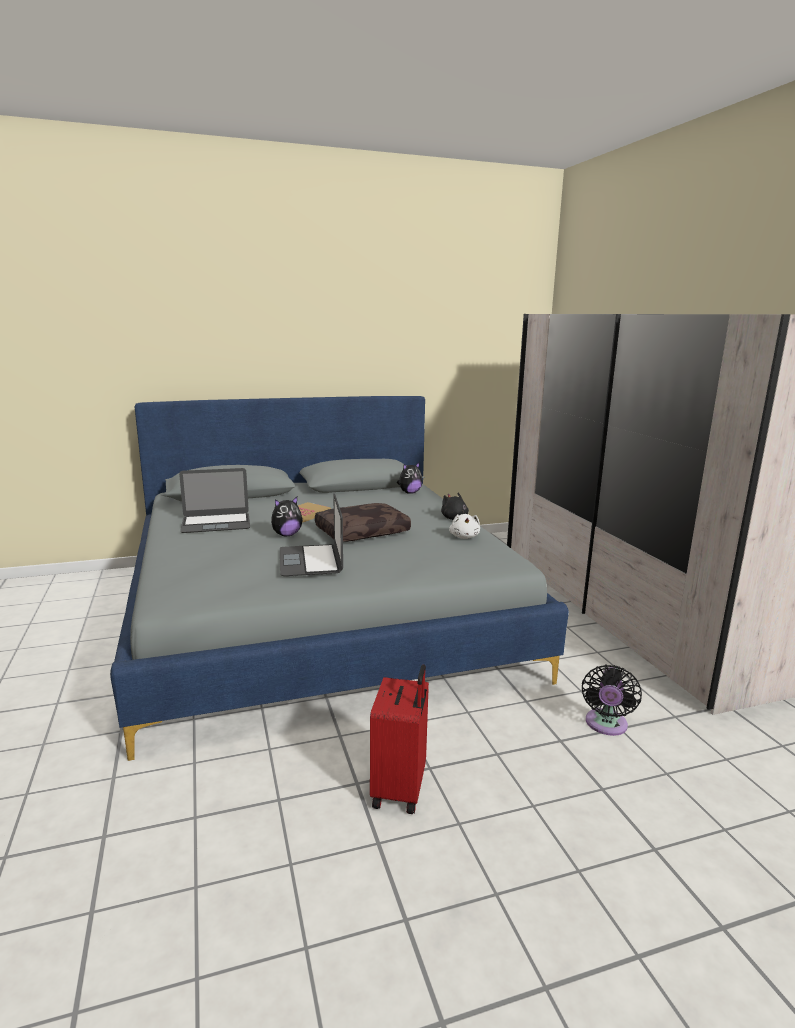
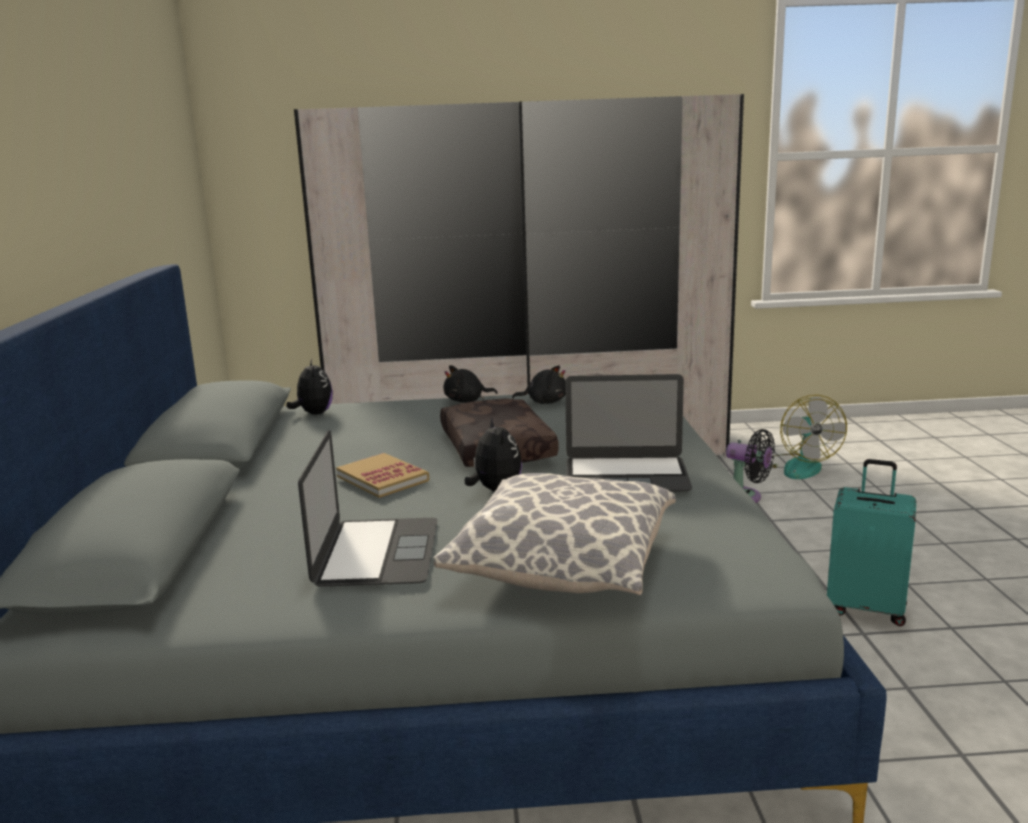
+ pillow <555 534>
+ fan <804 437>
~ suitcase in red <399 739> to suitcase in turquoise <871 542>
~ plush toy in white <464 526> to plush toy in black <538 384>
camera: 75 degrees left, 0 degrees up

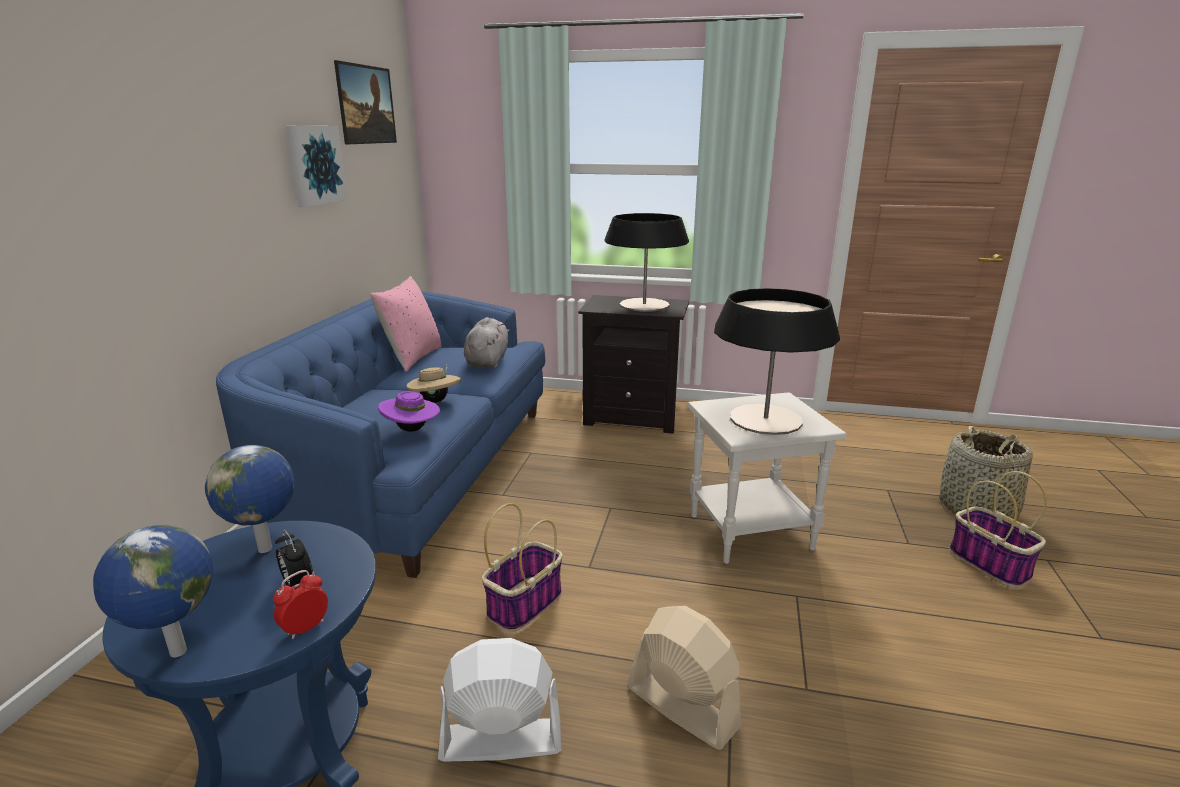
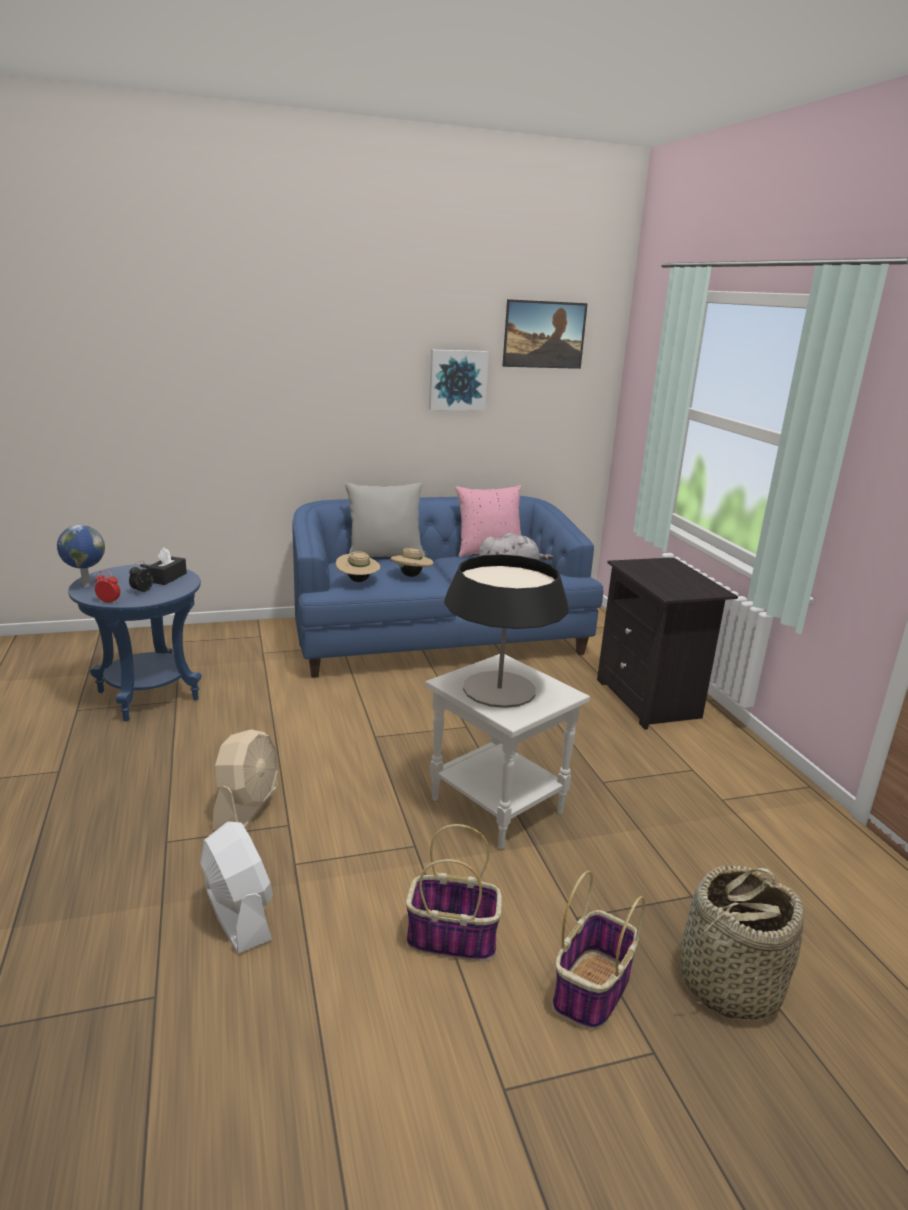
- table lamp <647 262>
+ pillow in grey <385 520>
~ fan in white <499 700> to <236 887>
~ basket <522 567> to <454 892>
~ globe <250 499> to tissue box in black <168 566>
~ hat in purple <409 411> to hat in beige <358 566>
camera: 60 degrees right, 0 degrees up

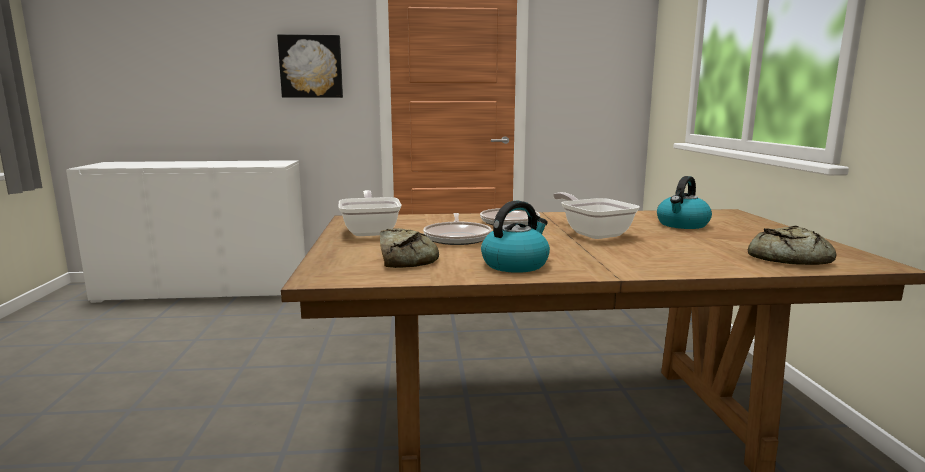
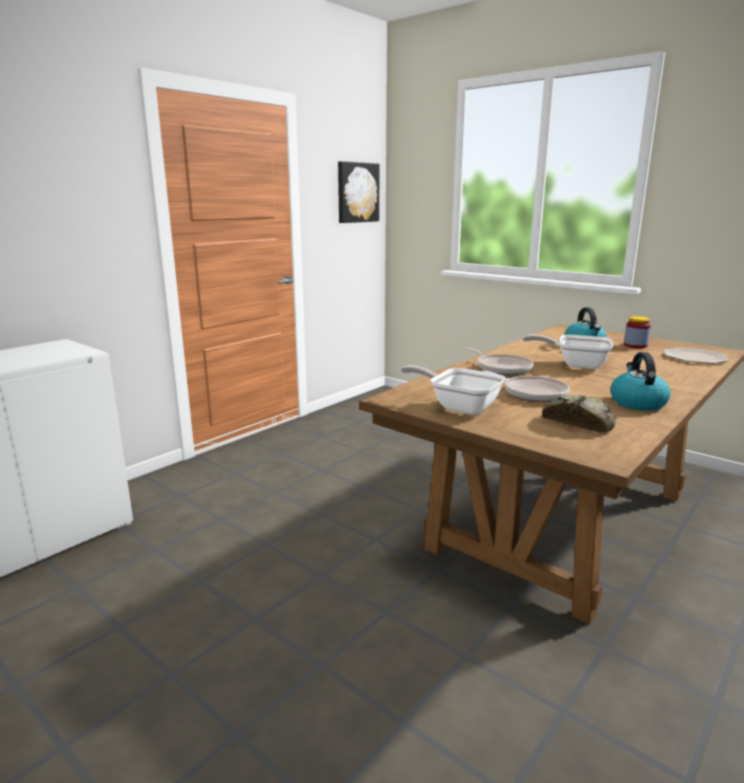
+ jar <637 332>
~ picture <310 66> to <358 192>
~ bread <792 245> to plate <696 355>
camera: 45 degrees left, 5 degrees up

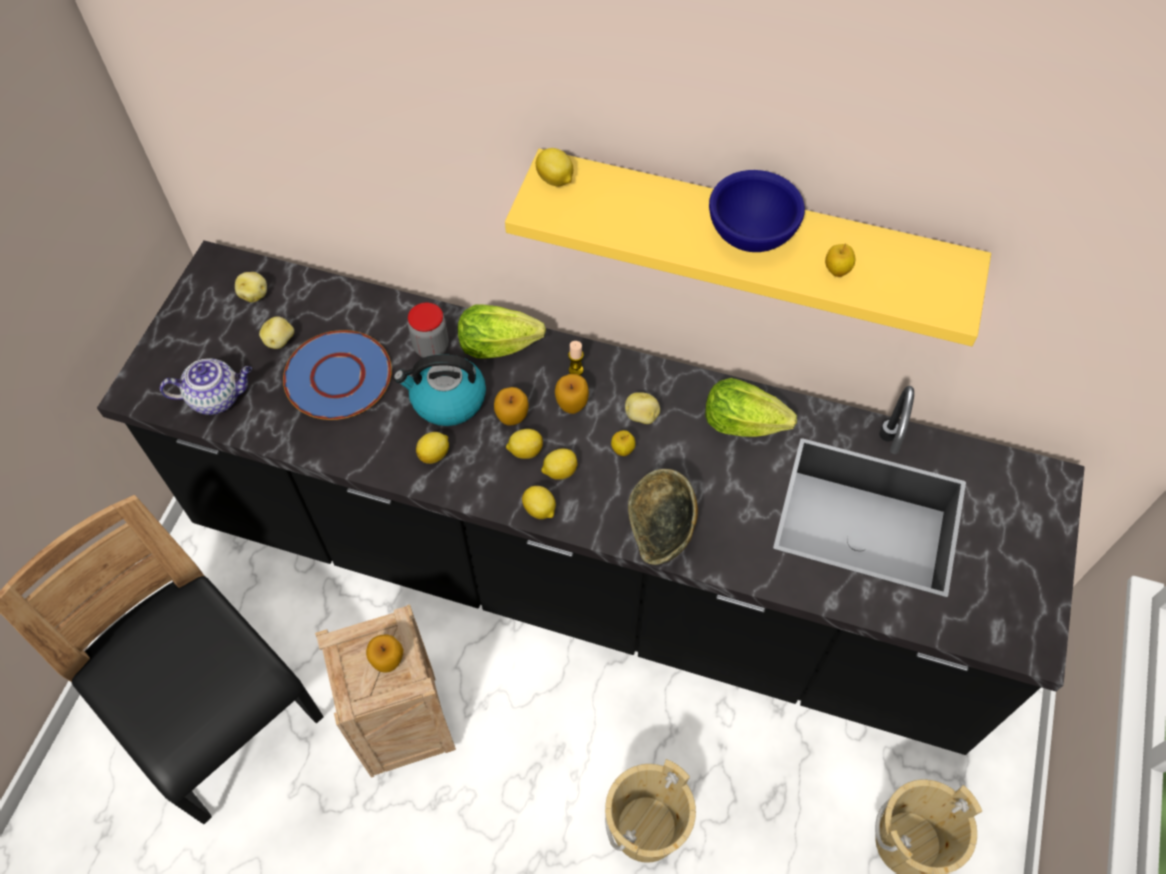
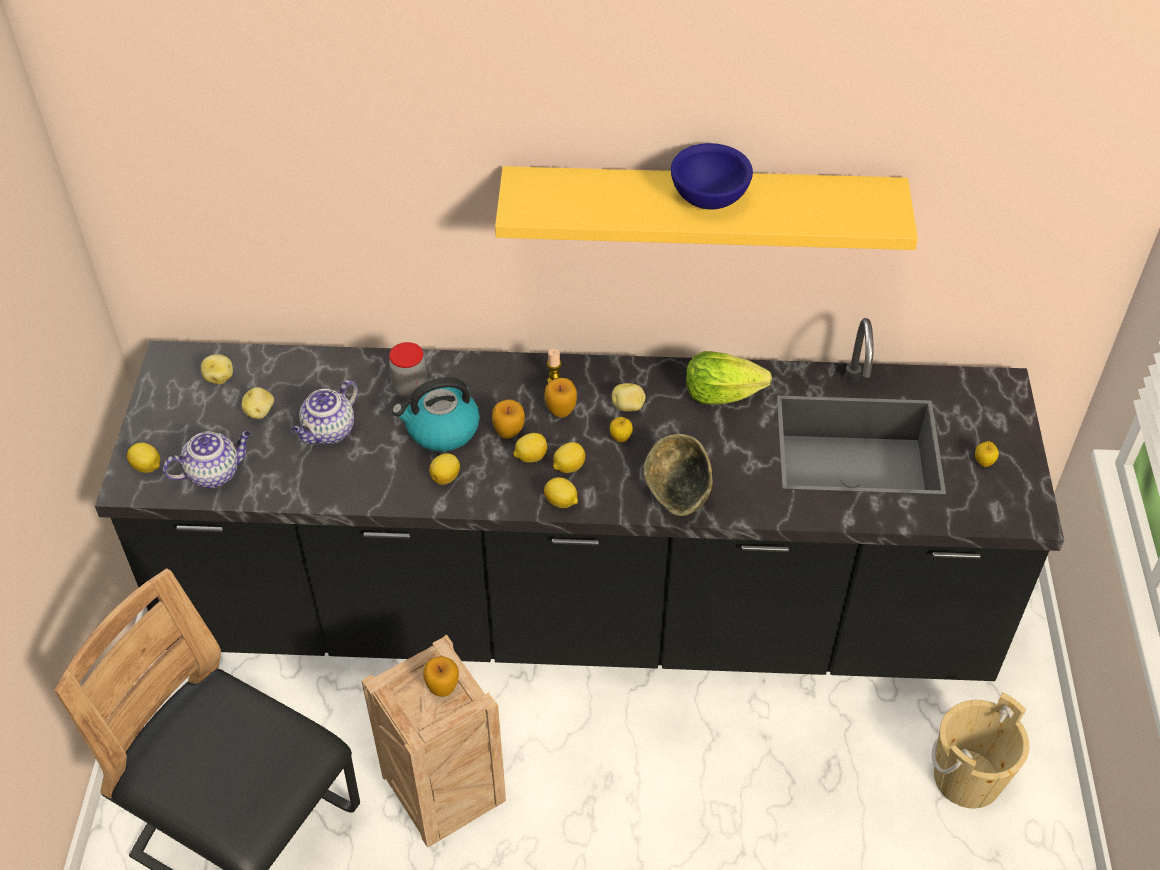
- lettuce <502 332>
- bucket in beige <650 811>
~ lemon <554 167> to <143 458>
~ apple <840 260> to <987 454>
~ plate in blue <337 375> to teapot <324 412>
camera: 15 degrees left, 10 degrees down

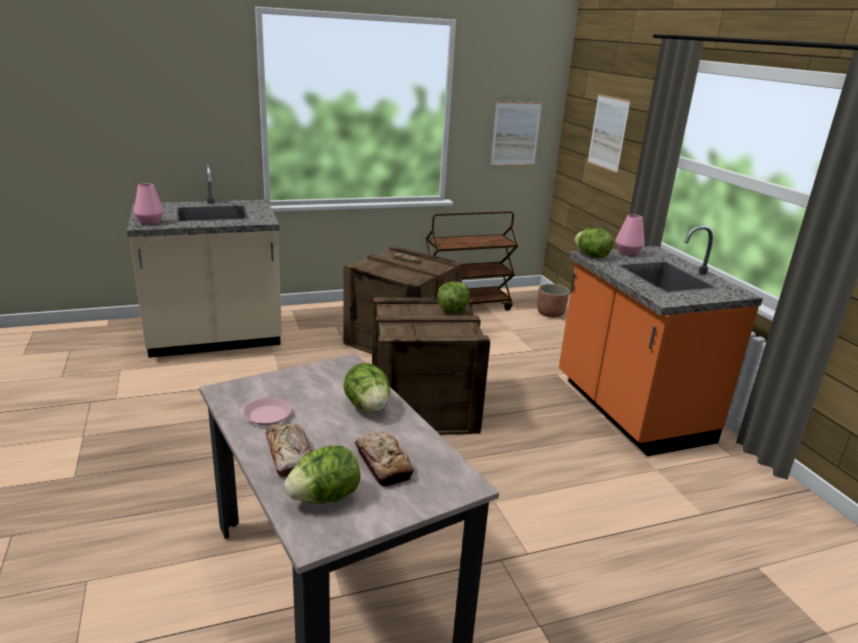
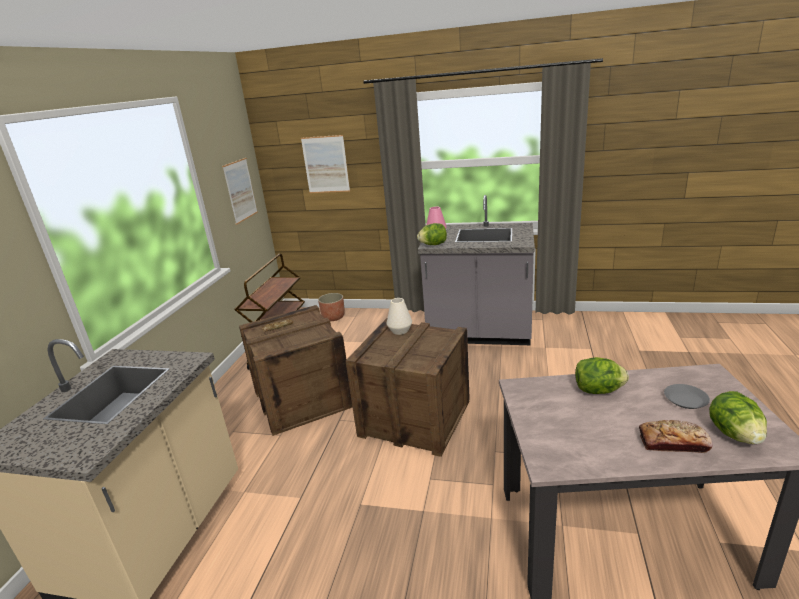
- vase in pink <149 204>
- plate in pink <267 411>
~ bread <384 458> to plate in grey <687 396>
~ lettuce <453 297> to vase in white <399 316>
~ counter in orange <661 340> to counter in grey <476 270>
camera: 55 degrees left, 0 degrees up

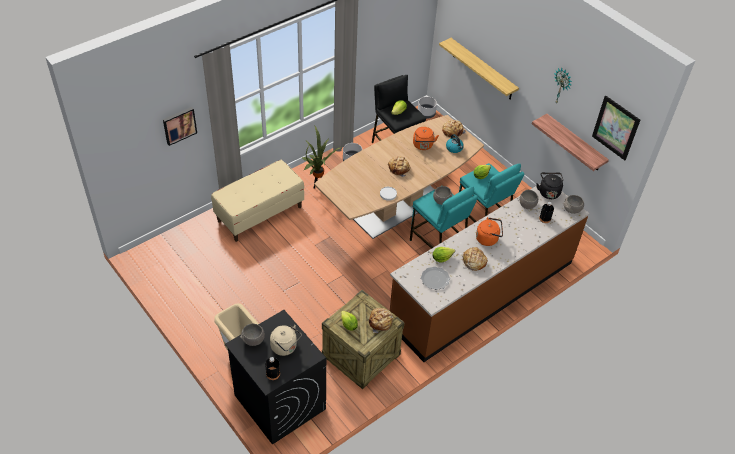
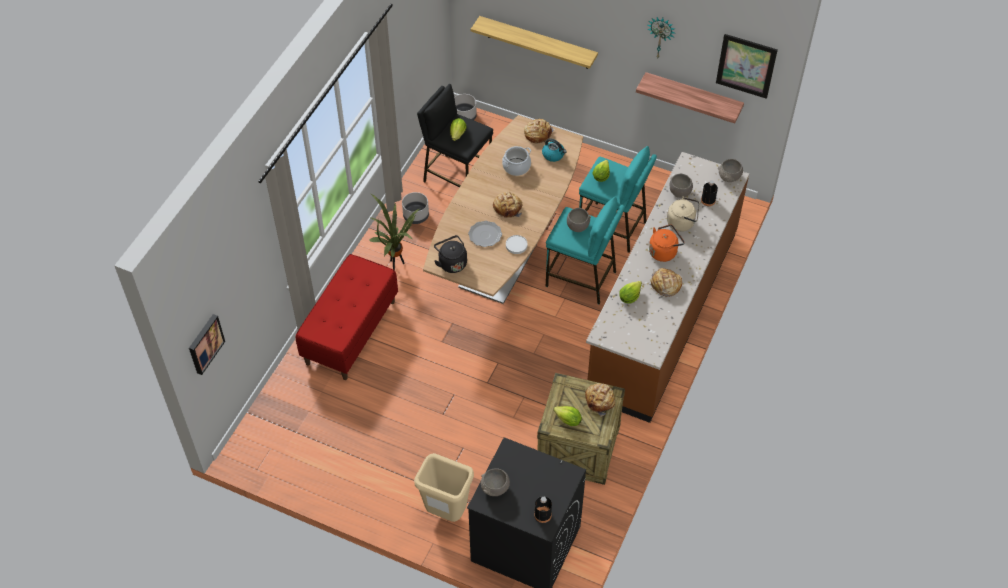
~ picture <180 126> to <207 344>
~ kettle in beige <286 340> to <683 214>
~ plate <435 278> to <485 234>
~ kettle in black <549 185> to <450 254>
~ kettle in orange <426 138> to cooking pot <516 161>
~ bench in beige <257 201> to bench in red <347 317>
camera: 25 degrees left, 5 degrees up

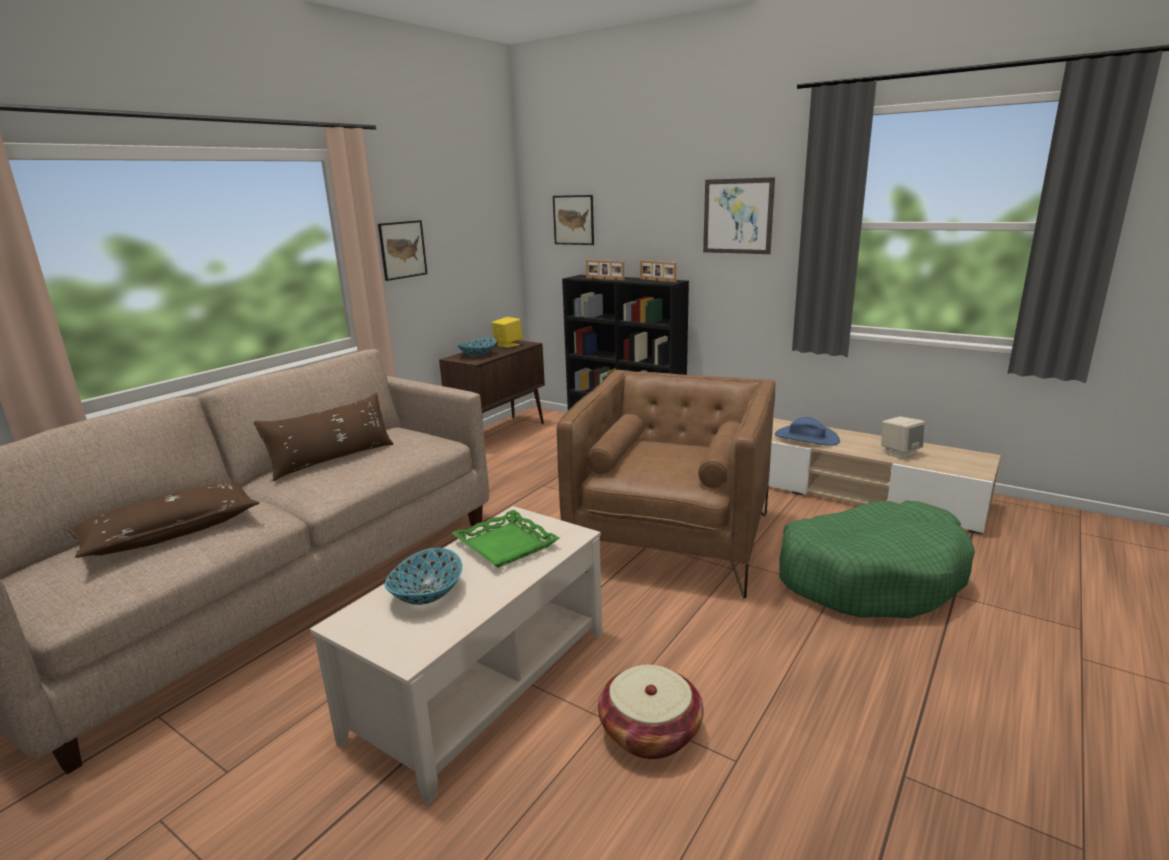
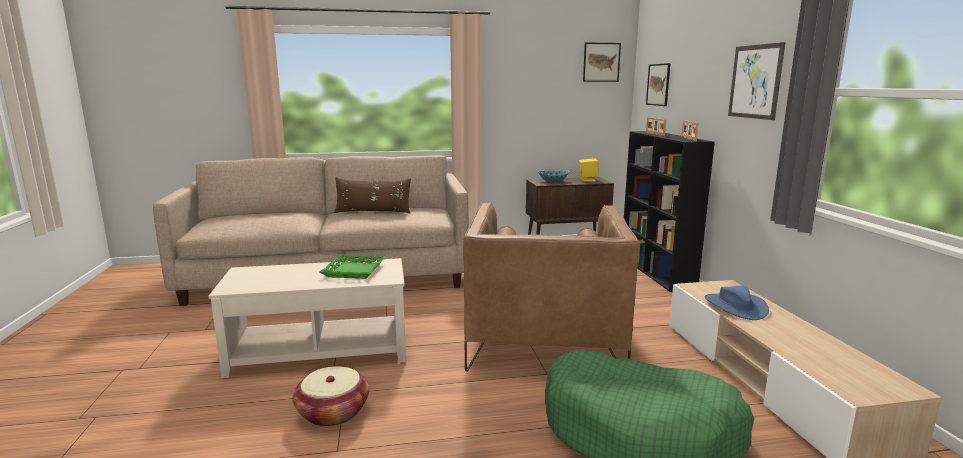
- pillow in brown <164 520>
- bowl <423 576>
- speaker in beige <903 437>
~ picture <402 250> to <602 62>
~ armchair in brown <666 484> = <551 287> 120 degrees clockwise
camera: 45 degrees right, 5 degrees down

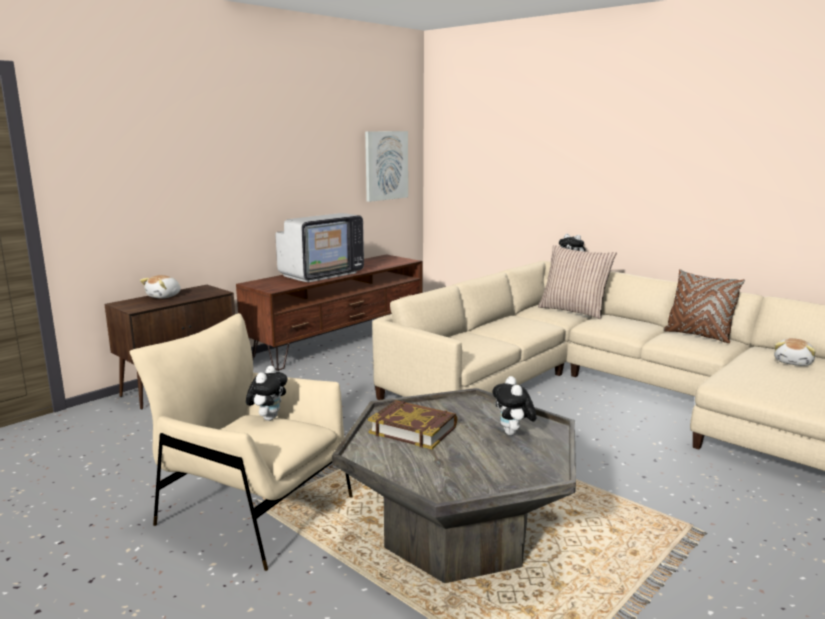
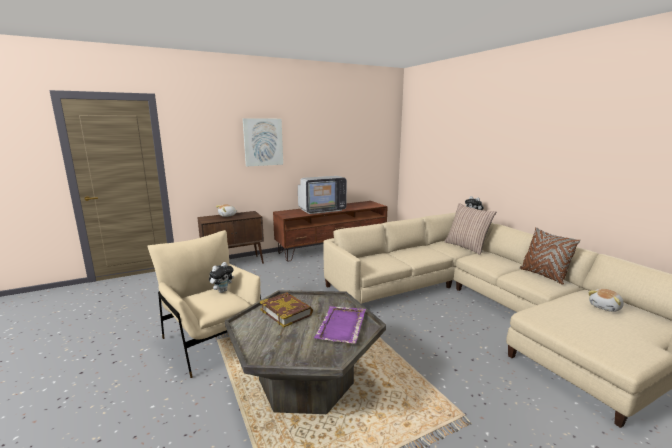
~ picture <386 166> to <263 142>
~ plush toy <514 405> to tray in purple <340 324>
camera: 20 degrees right, 0 degrees up

